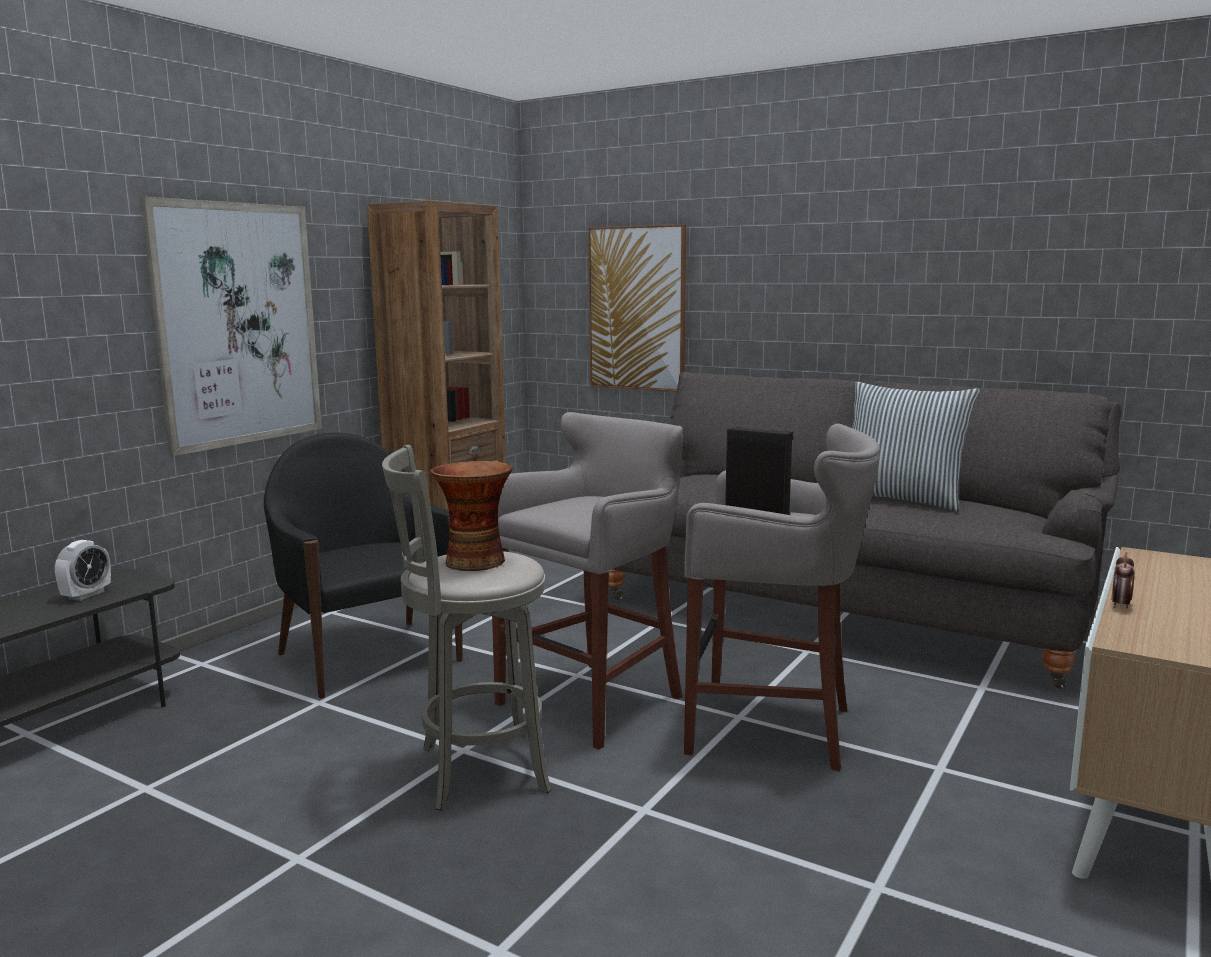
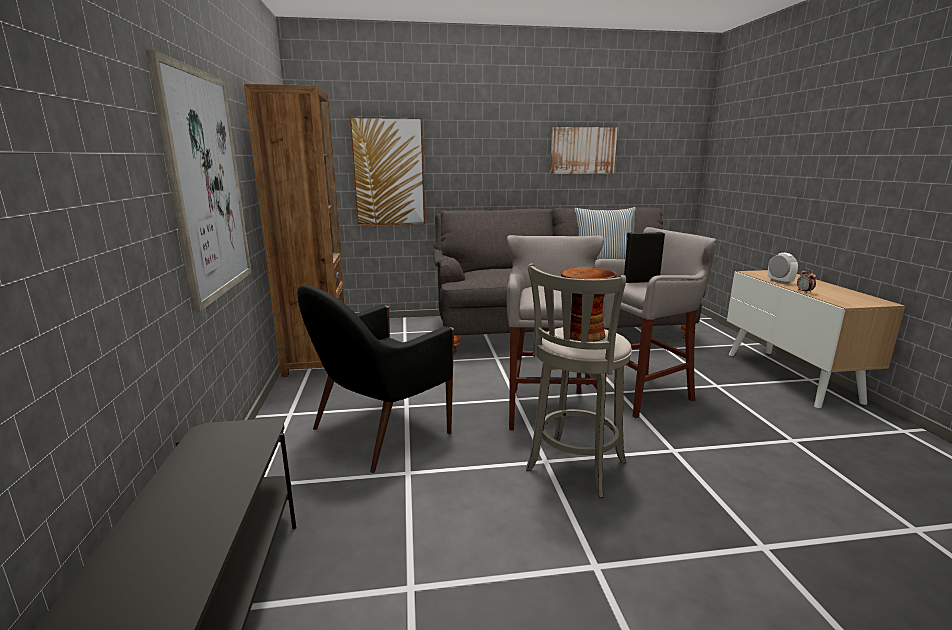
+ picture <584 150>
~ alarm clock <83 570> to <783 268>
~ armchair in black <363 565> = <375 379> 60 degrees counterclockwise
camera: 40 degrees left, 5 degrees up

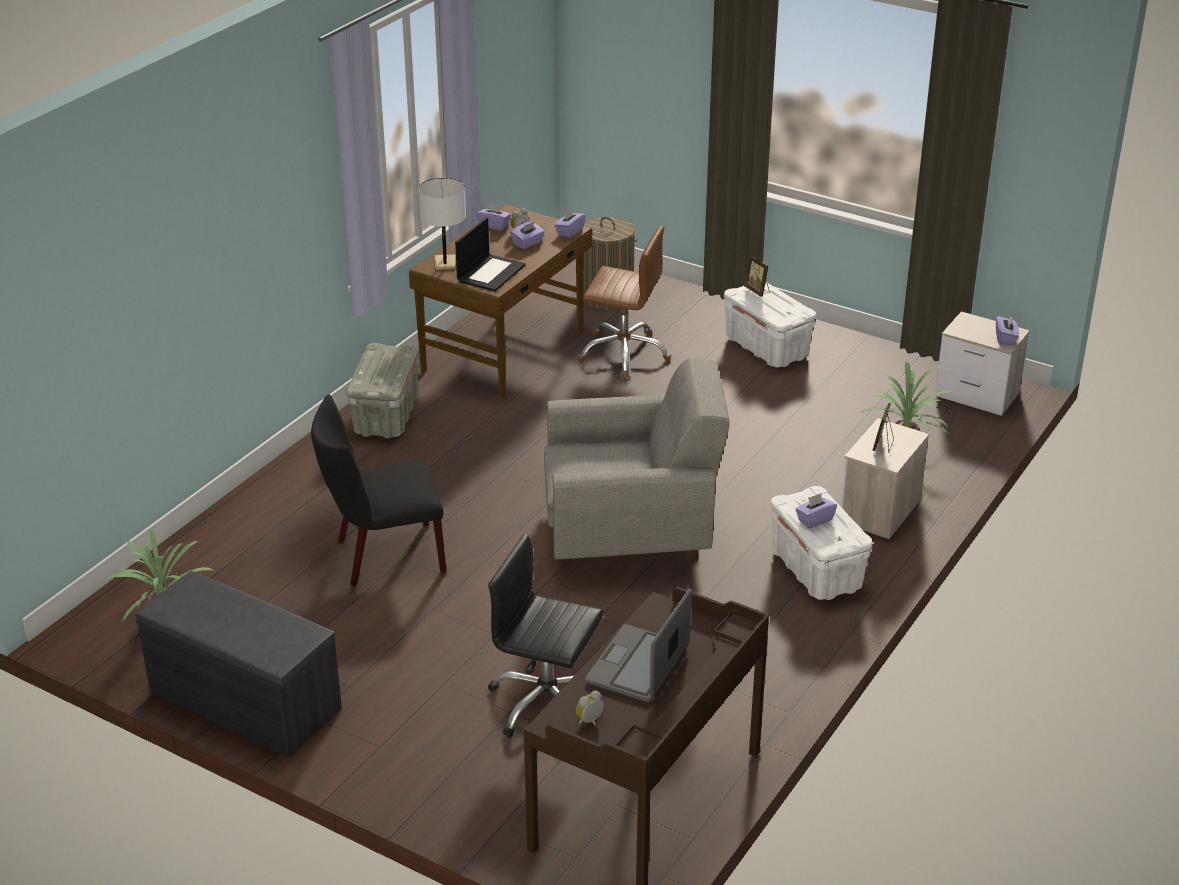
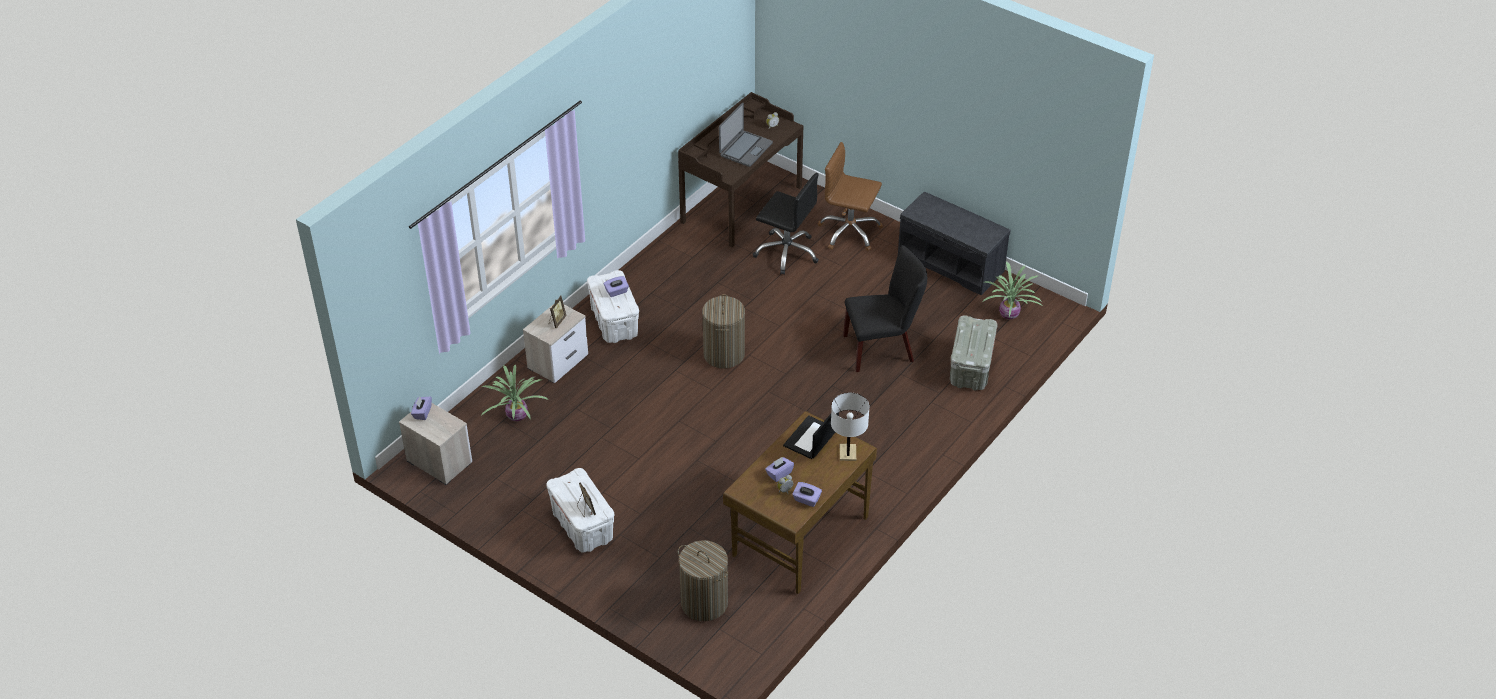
- tissue box in purple <570 223>
~ storage box in grey <383 390> to <973 353>
~ office chair in brown <624 301> to <850 196>
~ armchair in grey <636 462> to laundry basket <723 331>
camera: 175 degrees left, 10 degrees up

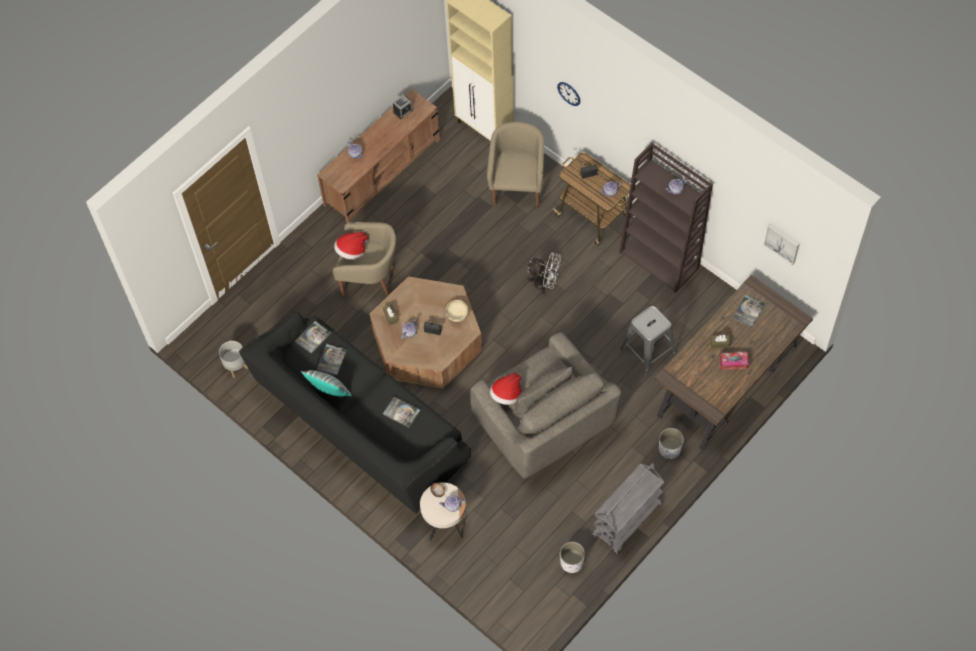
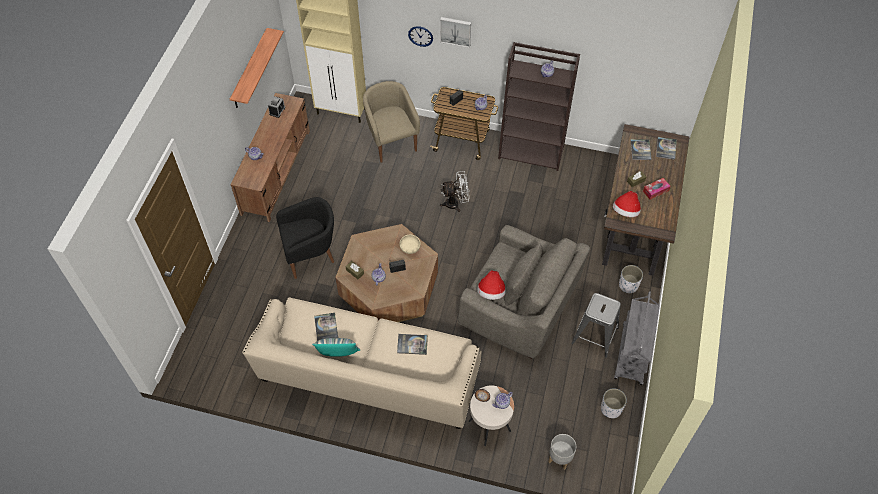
+ shelf <257 68>
~ planter in grey <233 359> to <562 452>
~ book <313 337> to <666 148>
~ hat <351 245> to <627 204>
~ stool in grey <648 341> to <596 325>
~ picture <782 244> to <455 32>
~ sofa in black <355 412> to sofa in beige <362 363>
~ armchair in beige <364 259> to armchair in black <305 238>
camera: 30 degrees left, 5 degrees down

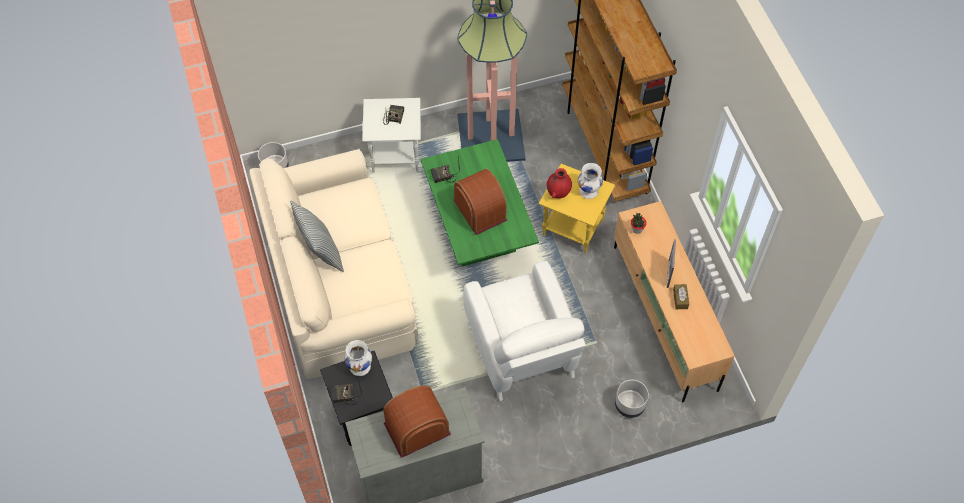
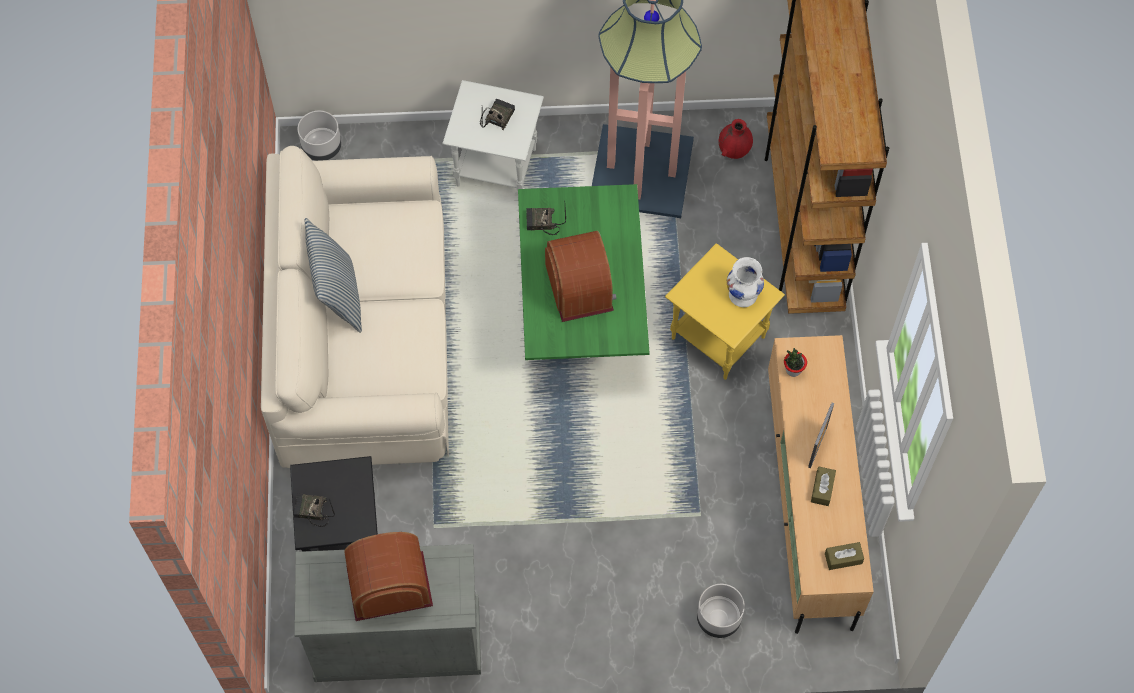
- vase in white <358 358>
- armchair in white <524 331>
+ tissue box in brown <844 556>
~ vase in red <559 183> to <736 139>
camera: 15 degrees right, 5 degrees up

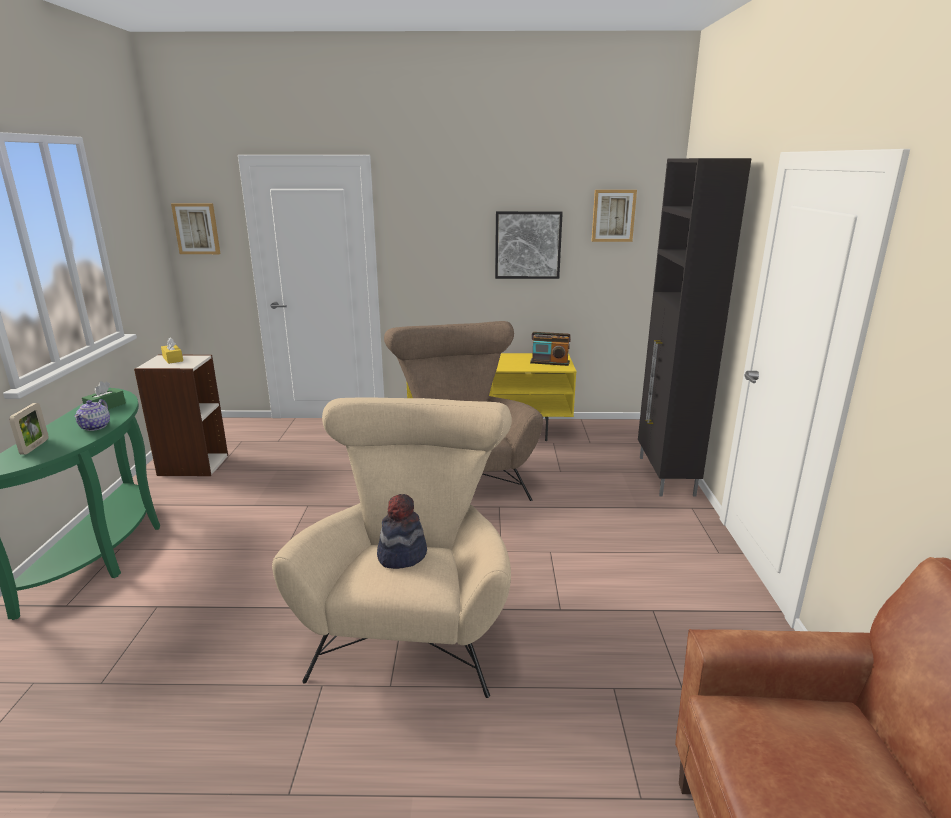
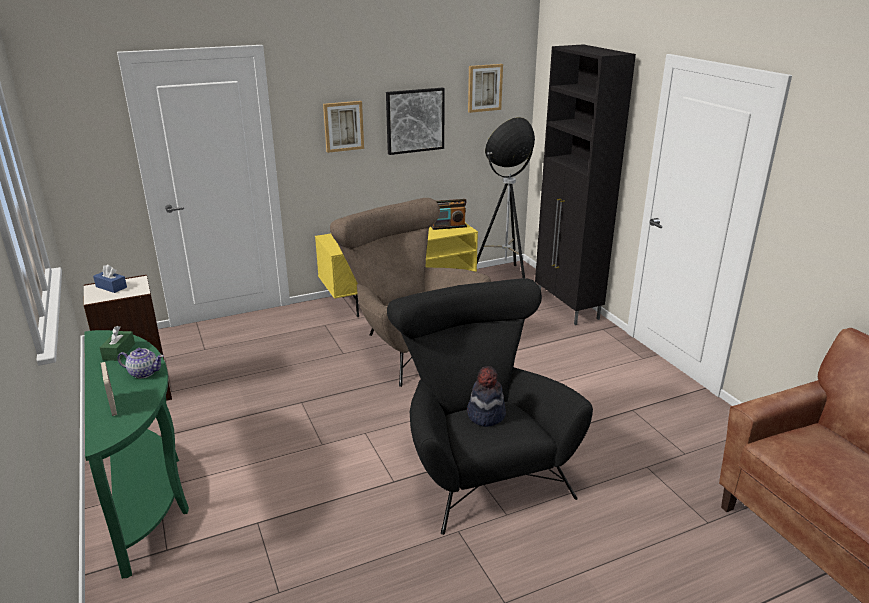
+ floor lamp <506 197>
~ picture <195 228> to <343 127>
~ tissue box in yellow <172 350> to tissue box in blue <110 279>
~ armchair in beige <392 547> to armchair in black <490 406>
~ teapot <92 415> = <141 363> 60 degrees counterclockwise
camera: 25 degrees left, 5 degrees up

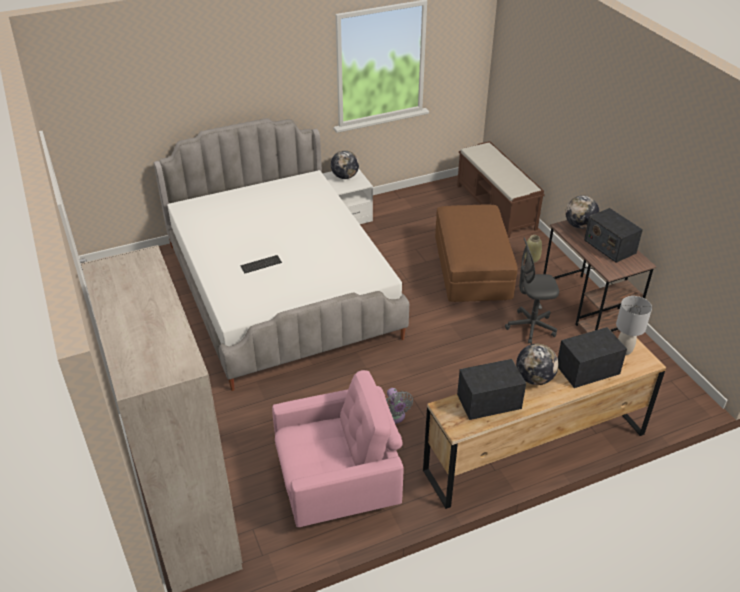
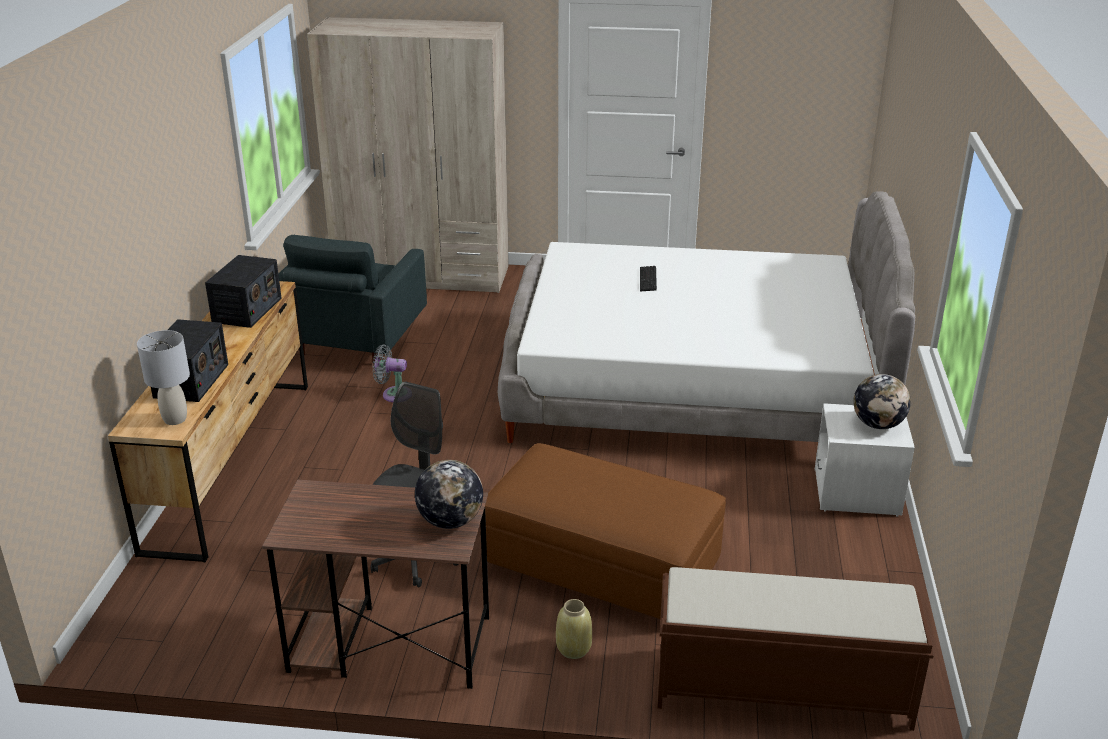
- globe <537 364>
- radio <613 235>
~ armchair in pink <338 448> to armchair in grey <352 299>
camera: 120 degrees right, 10 degrees down

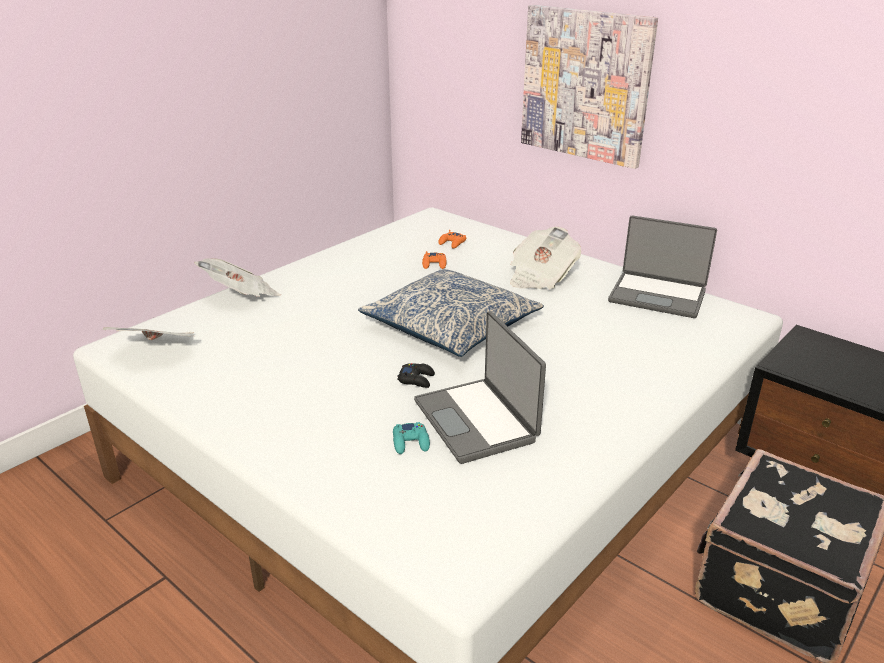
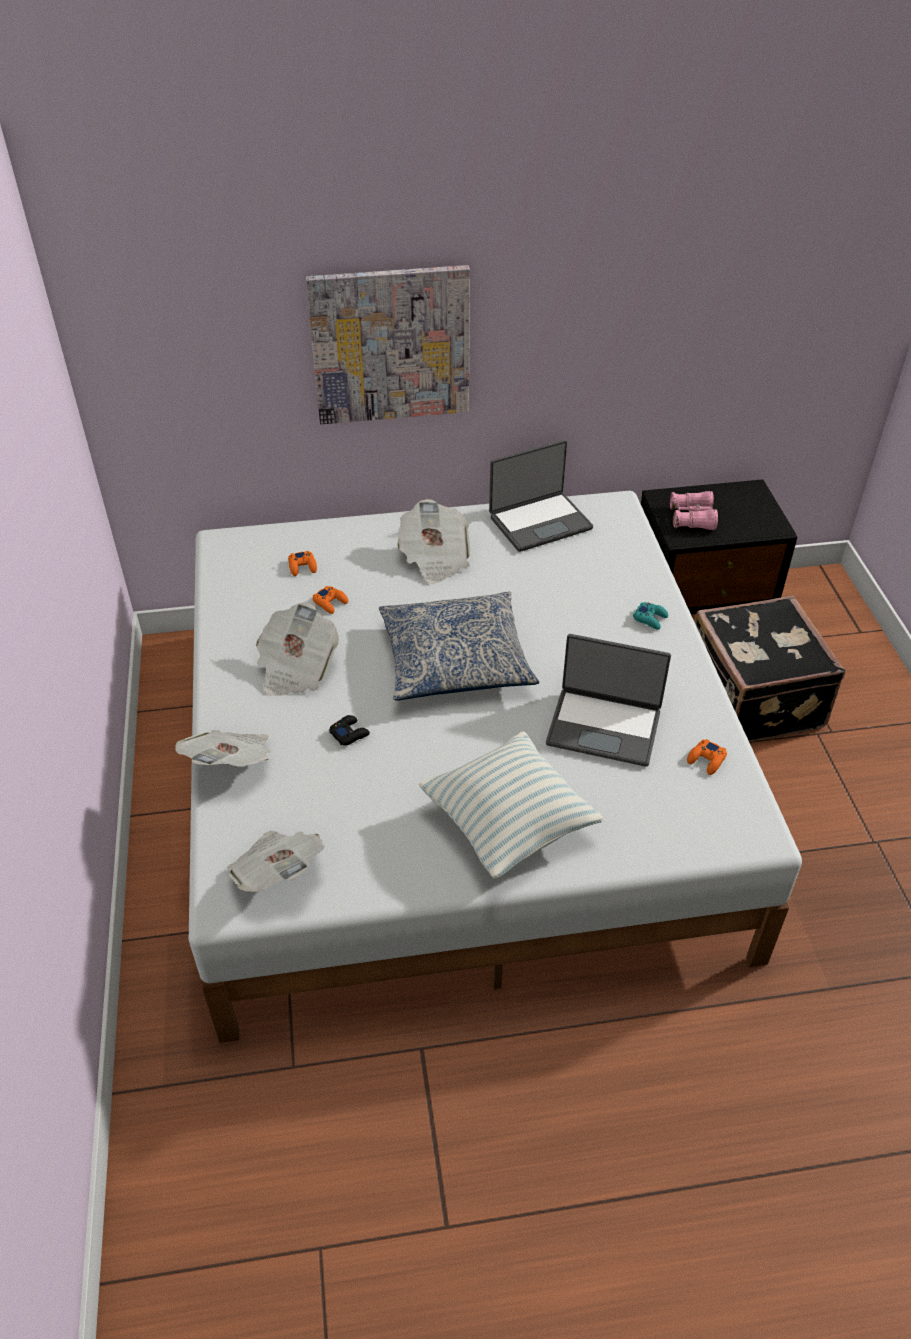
+ newspaper <297 649>
+ pillow <511 805>
+ binoculars in pink <694 510>
+ game controller in orange <707 757>
~ game controller in turquoise <411 438> to <650 616>
~ game controller in black <416 375> to <349 730>
camera: 50 degrees left, 15 degrees up

